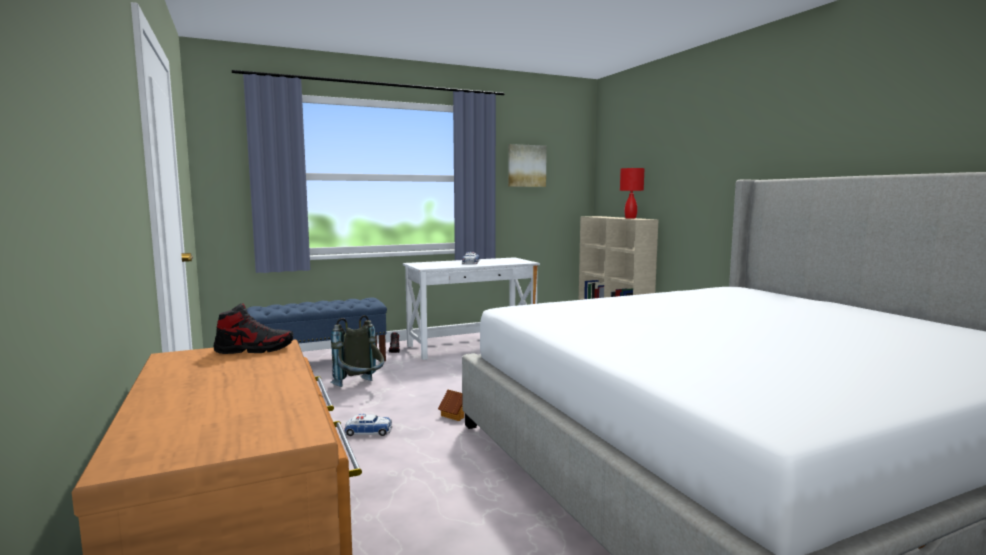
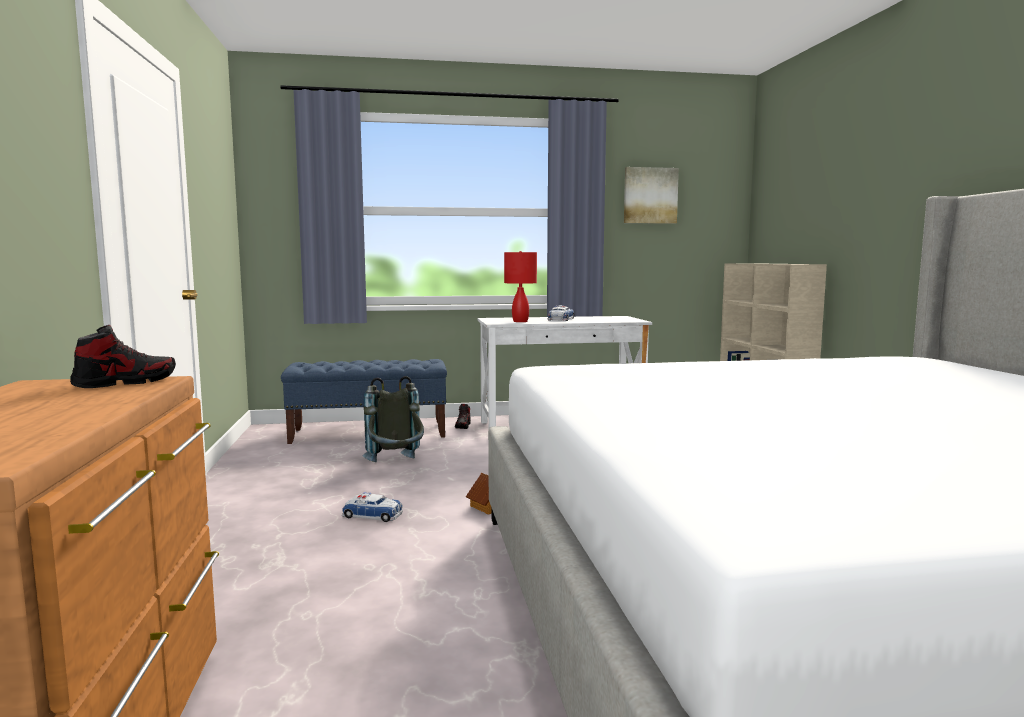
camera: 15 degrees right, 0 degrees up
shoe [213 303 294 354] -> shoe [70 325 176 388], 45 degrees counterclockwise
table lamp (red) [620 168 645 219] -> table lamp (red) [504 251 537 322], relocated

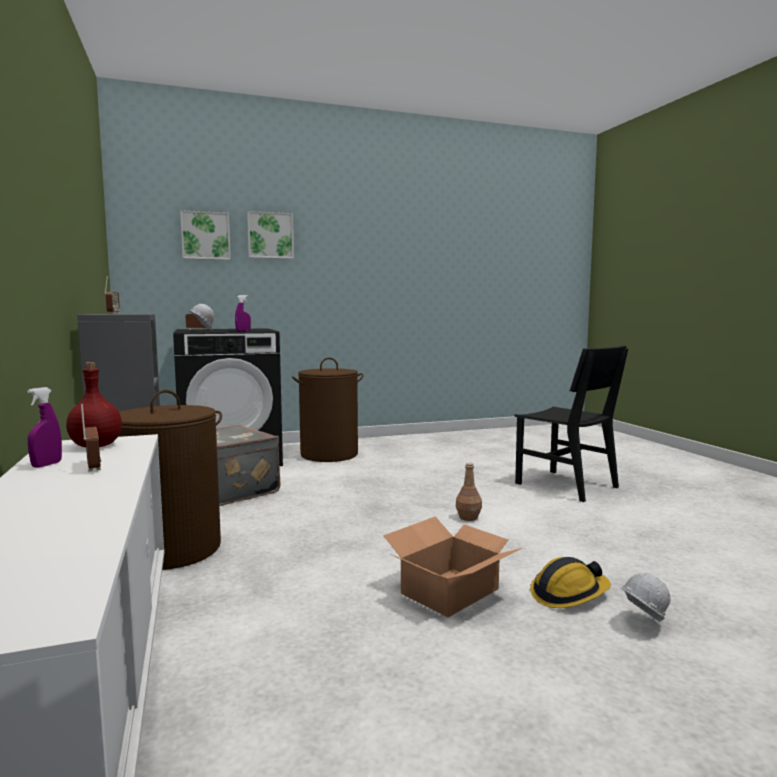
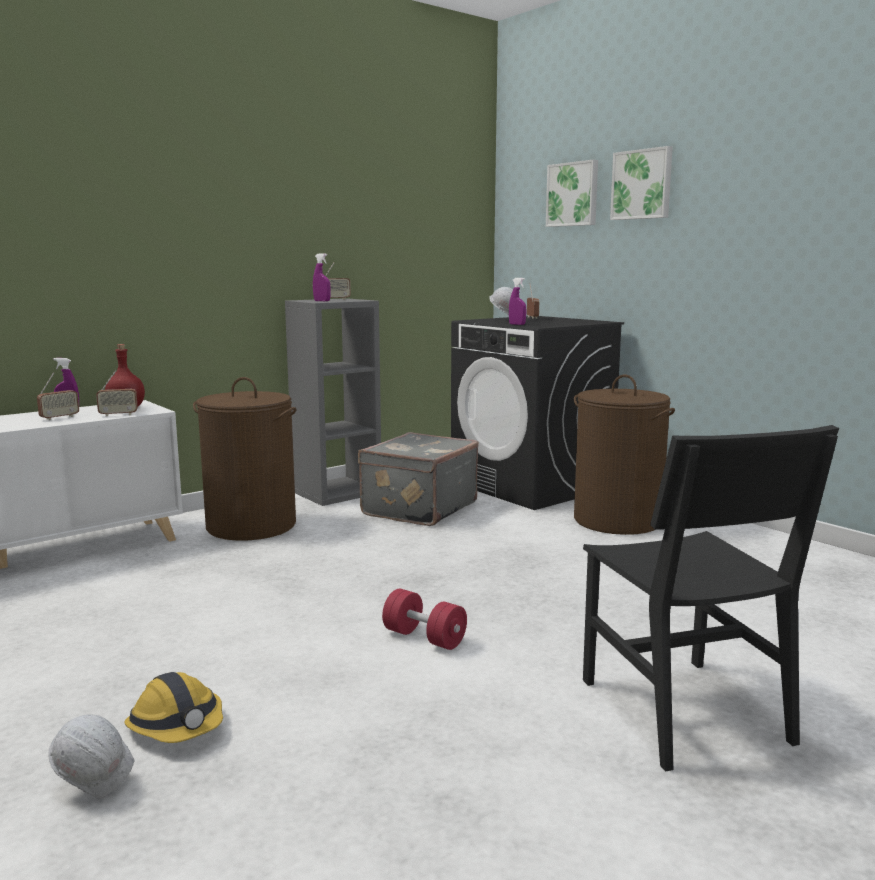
camera: 70 degrees right, 5 degrees up
none -> radio [96 370 138 417]
none -> spray bottle (purple) [313 253 331 301]
bottle (brown) [456 462 482 521] -> dumbbell (red) [382 589 467 650]
chair (black) [514 345 628 502] -> chair (black) [583 425 839 772], 45 degrees counterclockwise
cardboard box [383 517 522 617] -> none

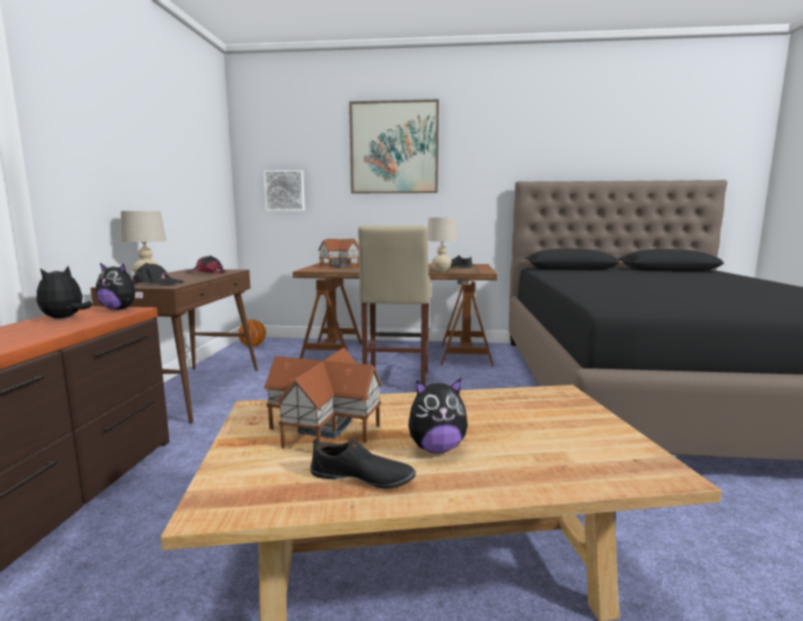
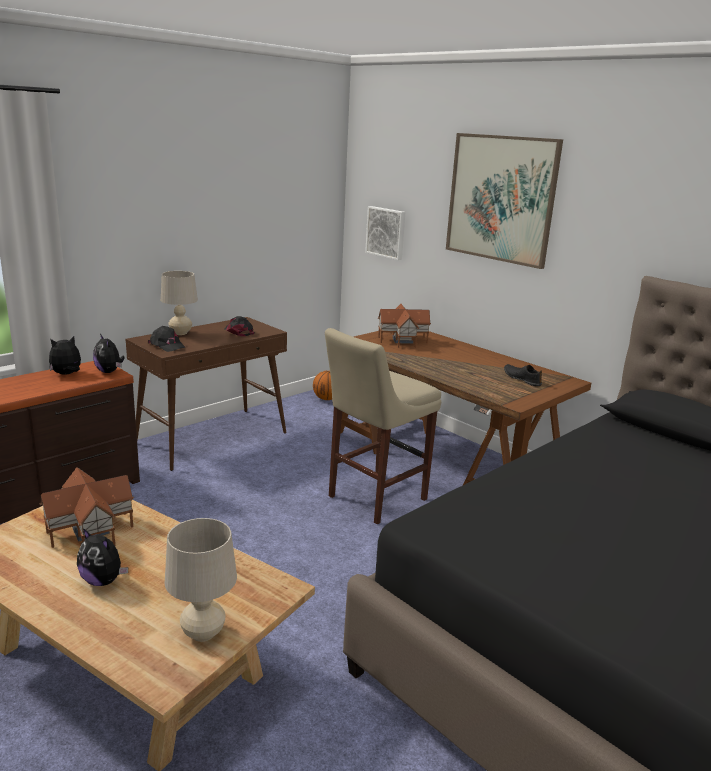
camera: 40 degrees right, 10 degrees up
table lamp (beige) [427 217 458 271] -> table lamp (beige) [164 518 237 642], relocated
shoe (black) [310 437 416 489] -> none

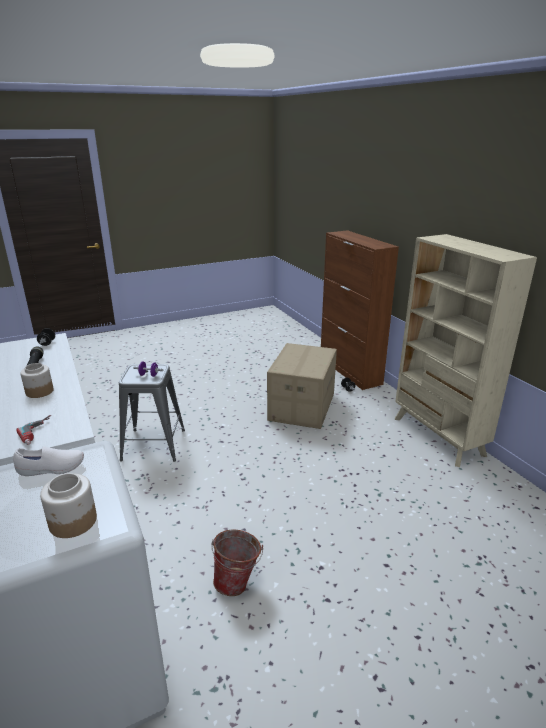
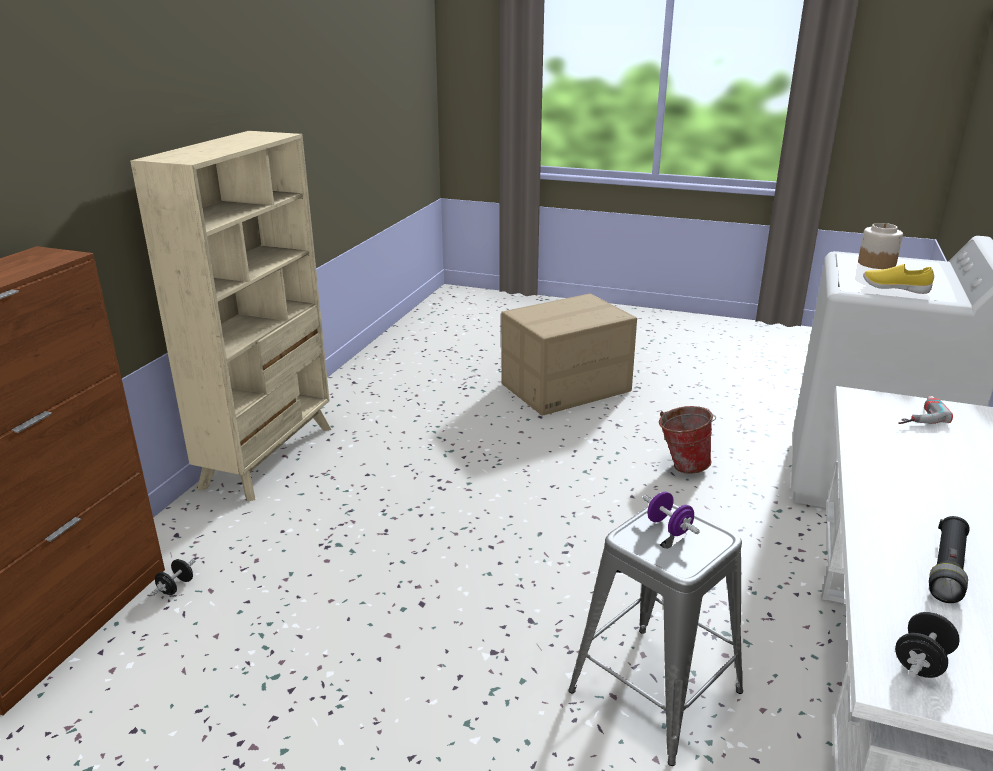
camera: 135 degrees left, 0 degrees up
cardboard box [267 343 337 429] -> cardboard box [501 294 637 416], relocated
shoe (white) [13 446 84 476] -> shoe (yellow) [863 264 934 294]
jar [20 363 54 398] -> none

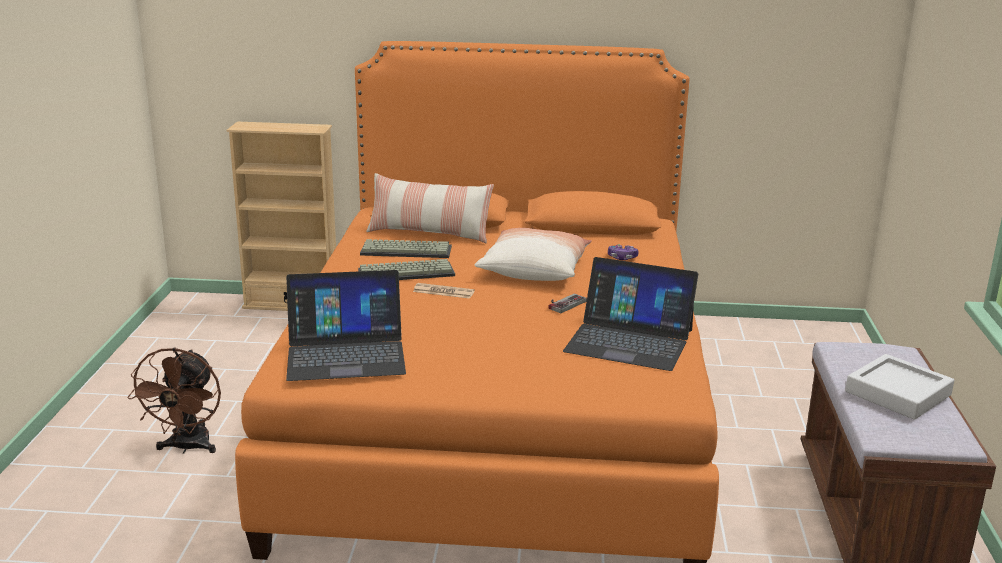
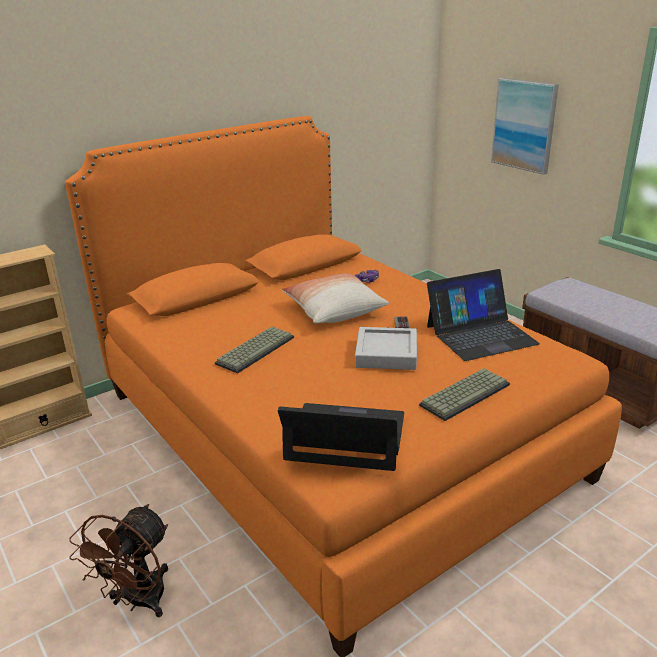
camera: 40 degrees left, 5 degrees up
fan (brown) [127 348 221 454] -> fan (brown) [69 504 168 618], 60 degrees clockwise
laptop [286 270 406 381] -> laptop [278 403 404 471], 120 degrees counterclockwise
tray (grey) [845 354 954 420] -> tray (grey) [355 327 417 370], relocated
keyboard [360 239 452 258] -> keyboard [419 368 510 421], relocated
none -> picture [491 78 559 175]
pillow [366 173 494 243] -> none
newspaper [413 283 475 299] -> none

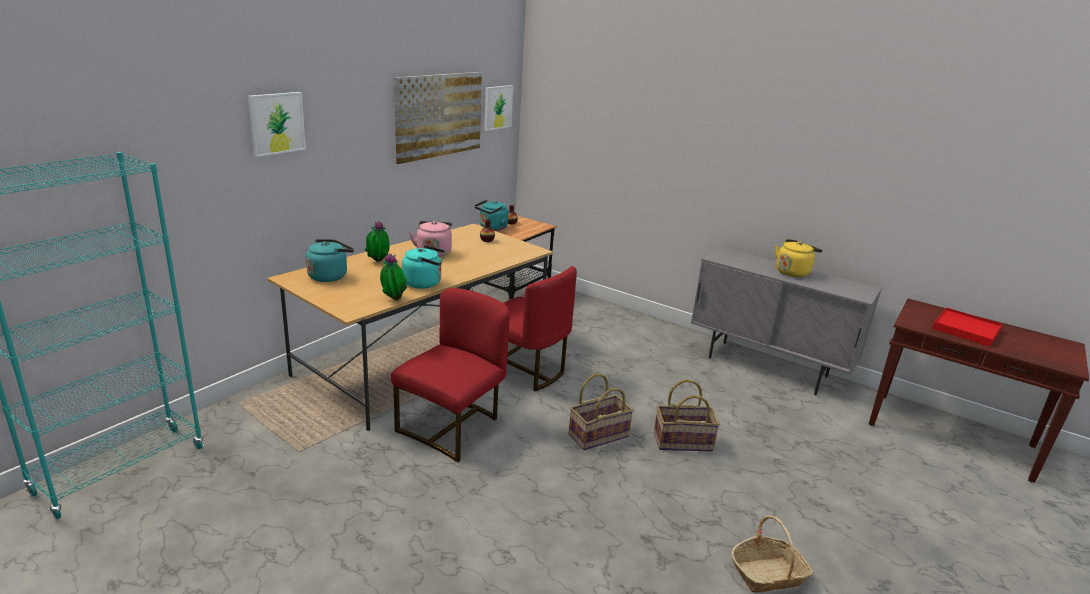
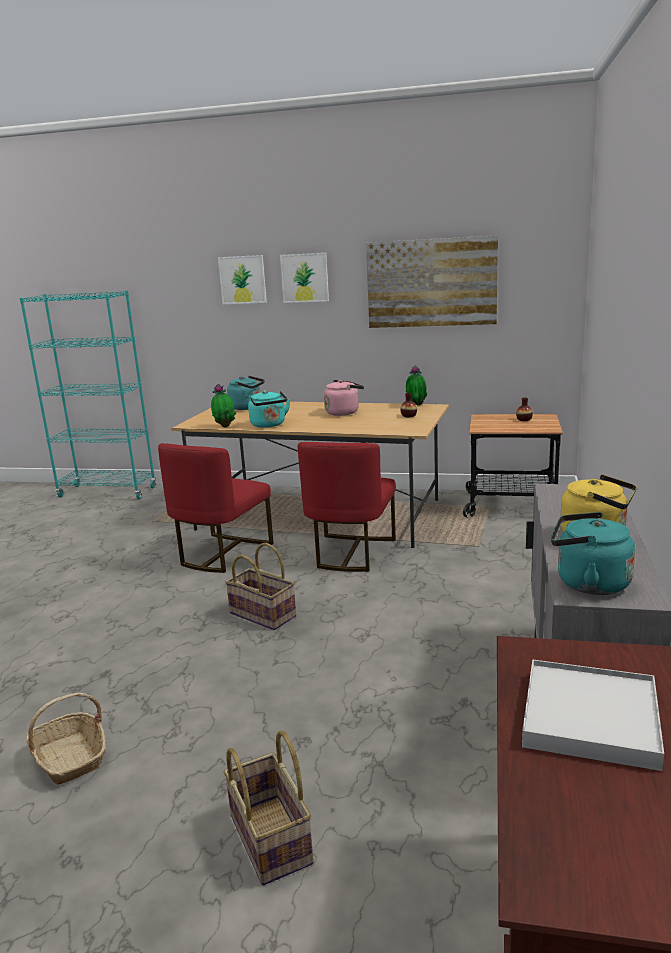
camera: 70 degrees right, 5 degrees down
chair (red) [391 288 509 462] -> chair (red) [158 443 274 573], 105 degrees clockwise
basket [654 379 720 452] -> basket [224 730 313 885], relocated
picture [484 85 513 131] -> picture [280 253 329 303], relocated
potted plant [365 221 390 262] -> potted plant [406 365 427 405], relocated
tray (red) [932 308 1002 347] -> tray (white) [522 660 664 771]
kettle (turquoise) [474 200 509 231] -> kettle (turquoise) [551 512 635 595], relocated

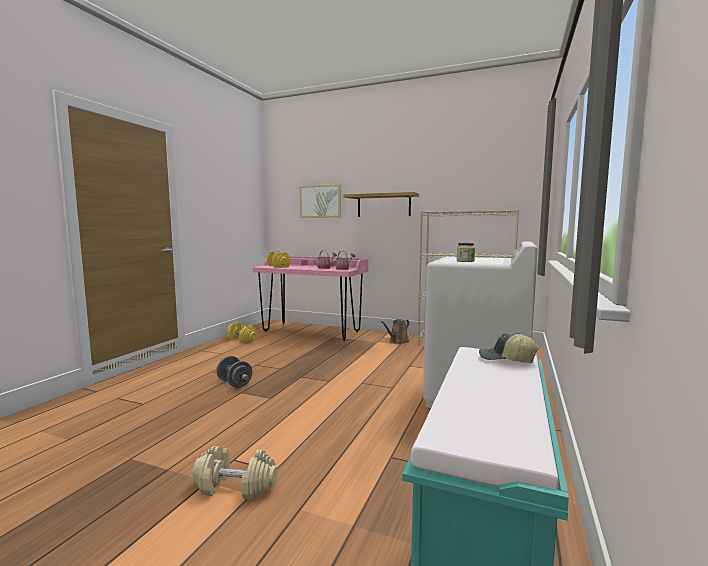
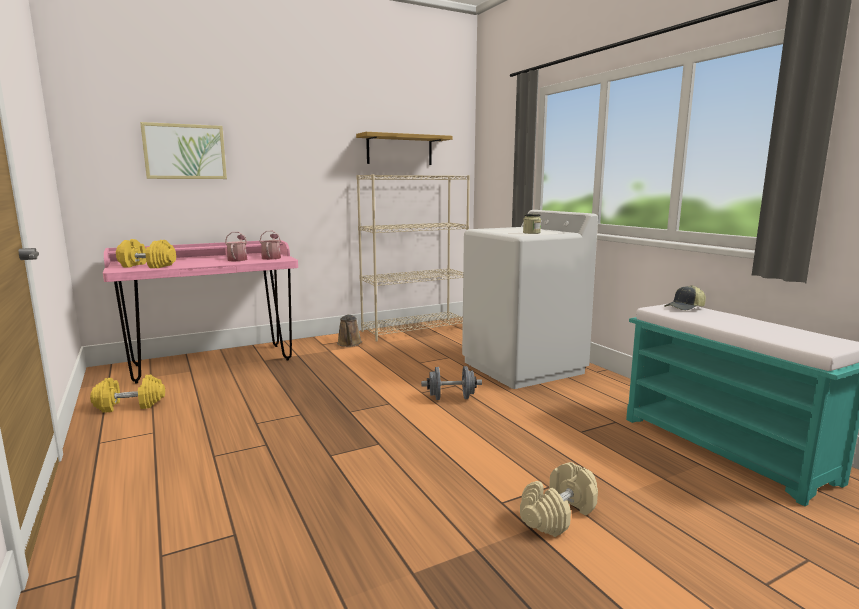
camera: 50 degrees left, 5 degrees up
shelf [343 192 419 217] -> shelf [356 132 452 165], relocated
dumbbell (grey) [216 356 252 388] -> dumbbell (grey) [421 366 482 400], relocated

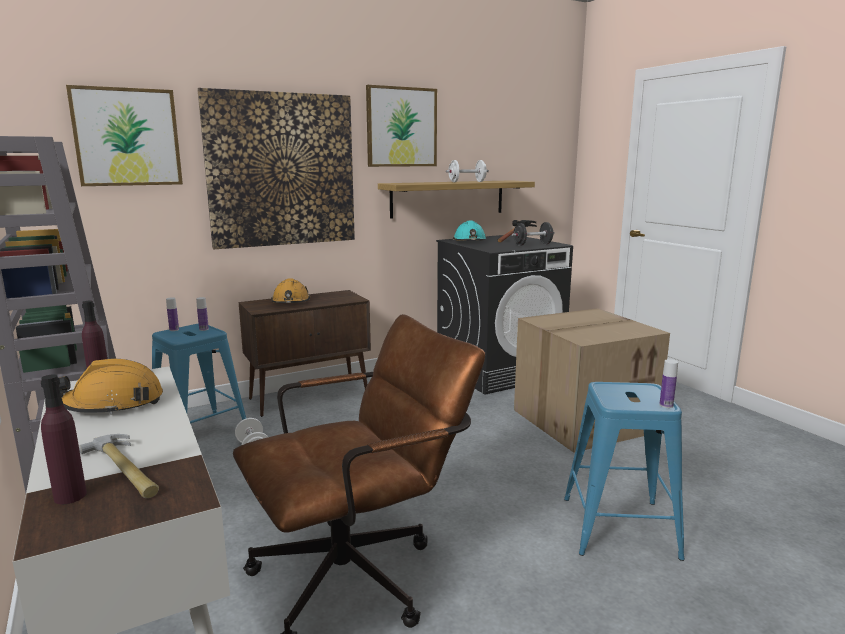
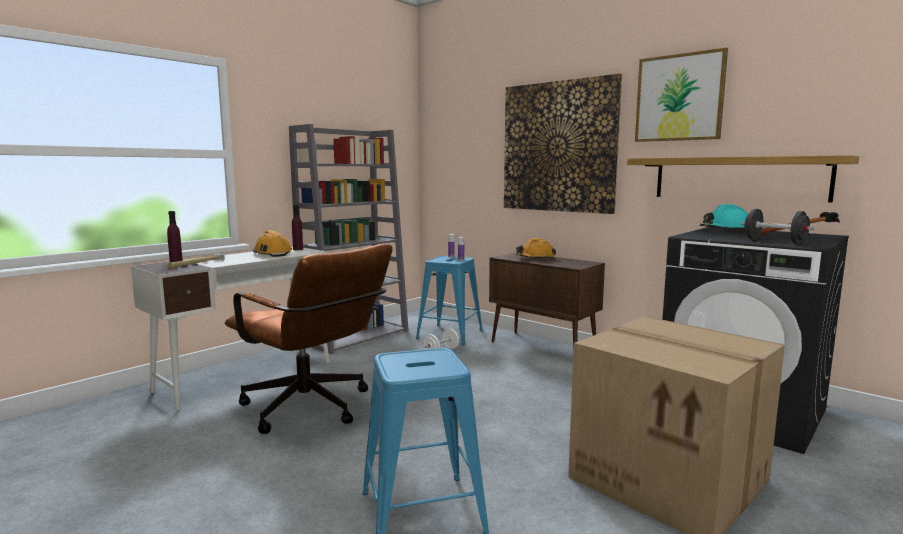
camera: 70 degrees right, 5 degrees down
picture [66 85 183 186] -> none
dumbbell (white) [446 160 489 182] -> none
bottle [659 359 678 408] -> none

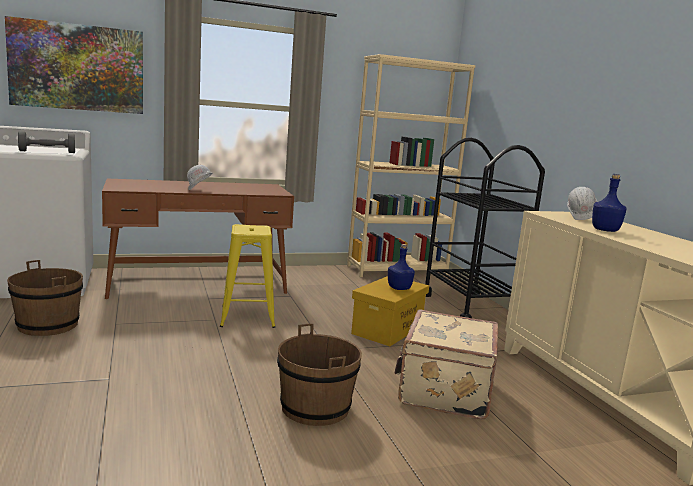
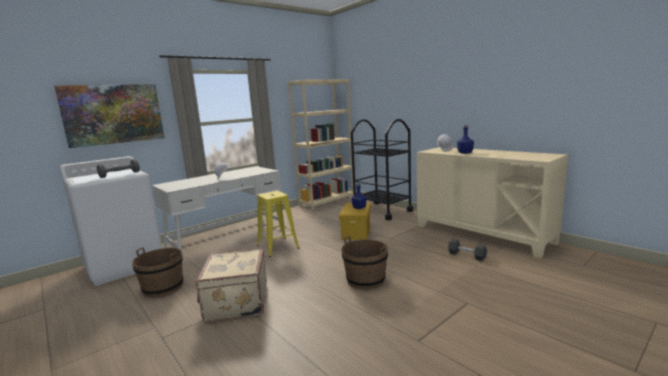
camera: 20 degrees left, 0 degrees up
desk (brown) [102 179 294 299] -> desk (white) [152 166 281 251]
suitcase (beige) [395 310 498 420] -> suitcase (beige) [196 248 267 322], relocated
none -> dumbbell (black) [448 239 487 261]

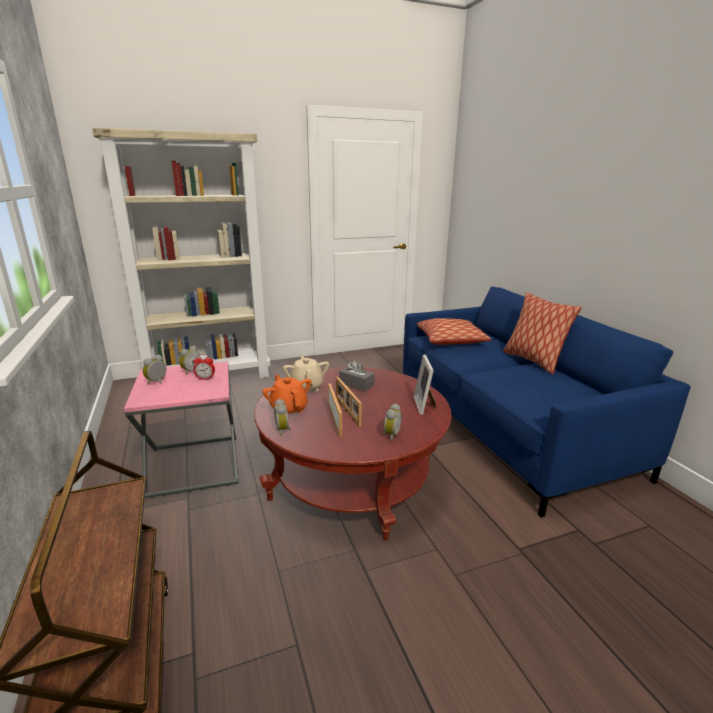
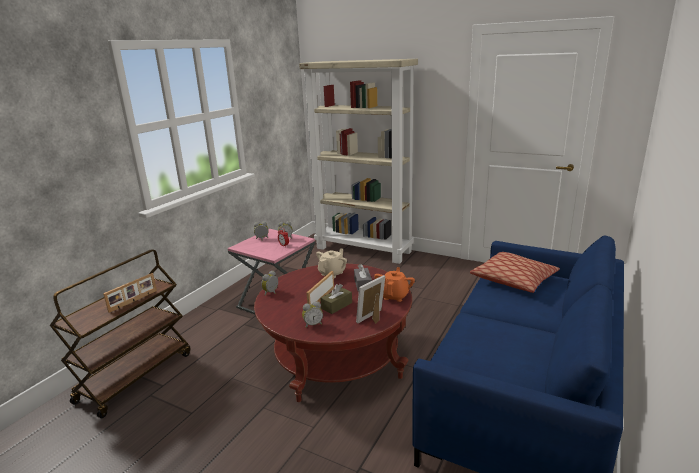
camera: 50 degrees right, 0 degrees up
picture frame [328 383 342 438] -> picture frame [103 273 157 313], relocated
none -> tissue box (brown) [320 284 352 314]
teapot (orange) [262 375 311 414] -> teapot (orange) [374 267 415 302], relocated
pillow [503 292 581 374] -> none

